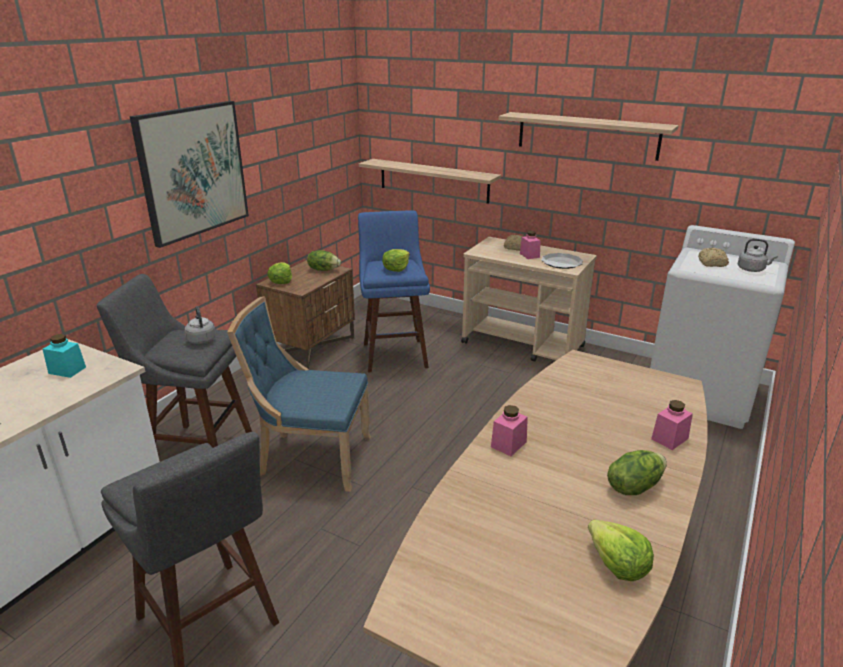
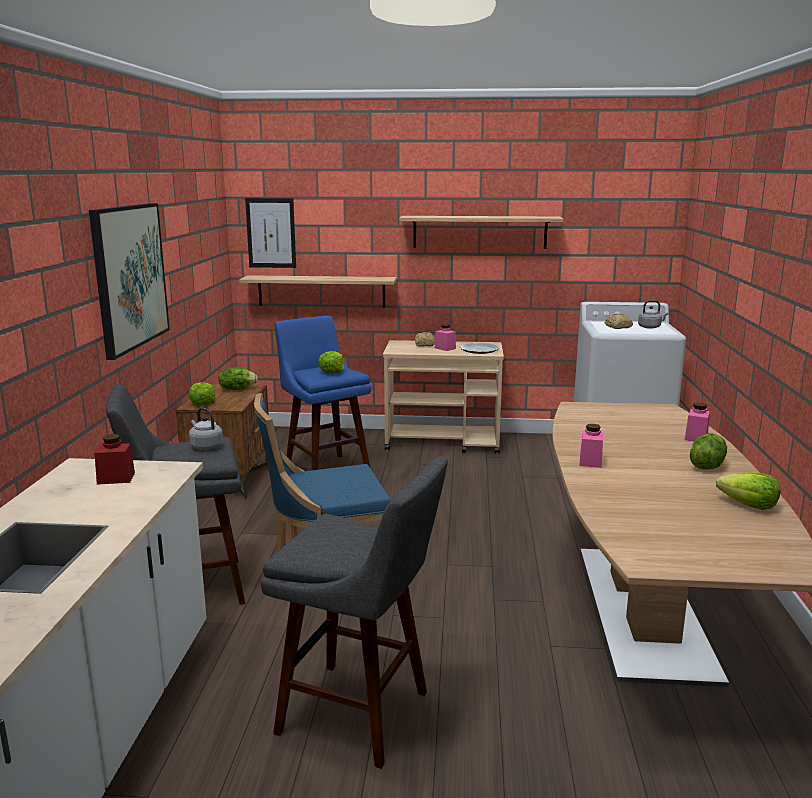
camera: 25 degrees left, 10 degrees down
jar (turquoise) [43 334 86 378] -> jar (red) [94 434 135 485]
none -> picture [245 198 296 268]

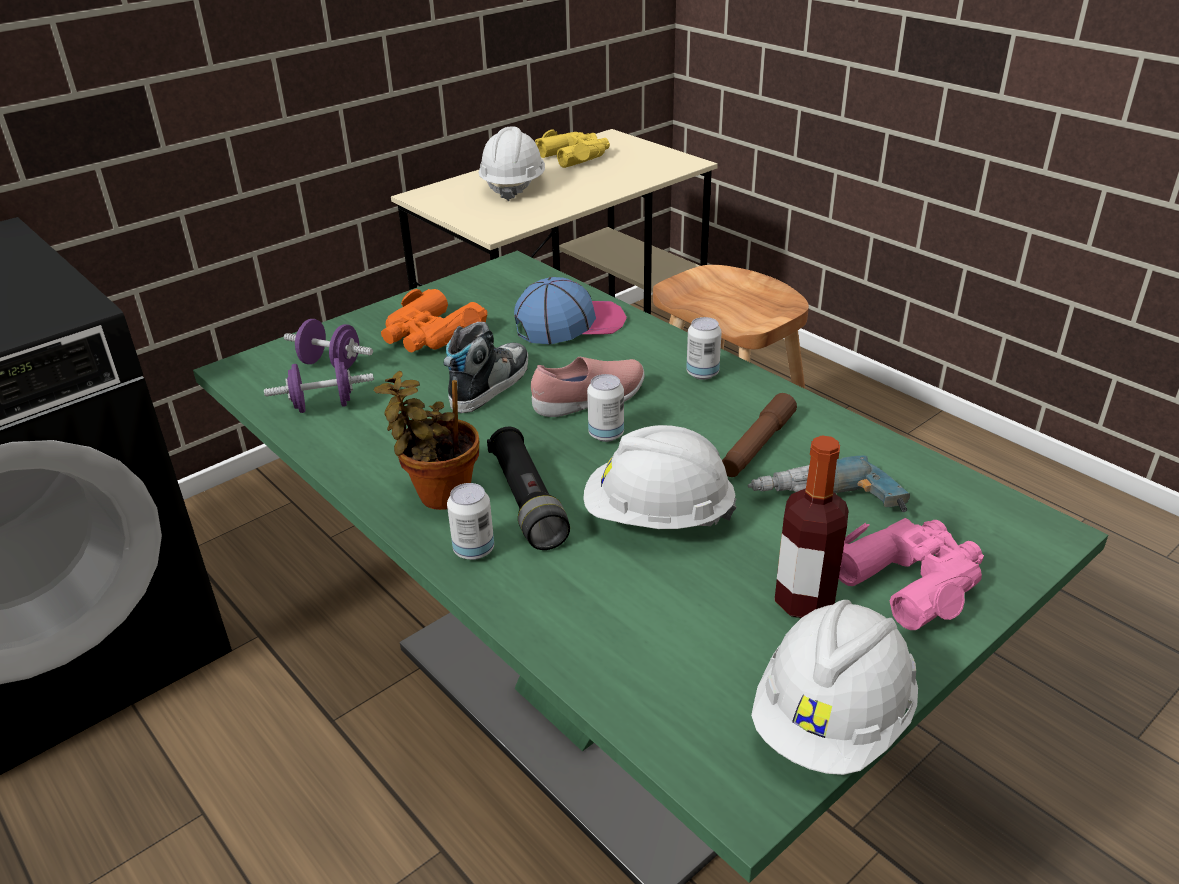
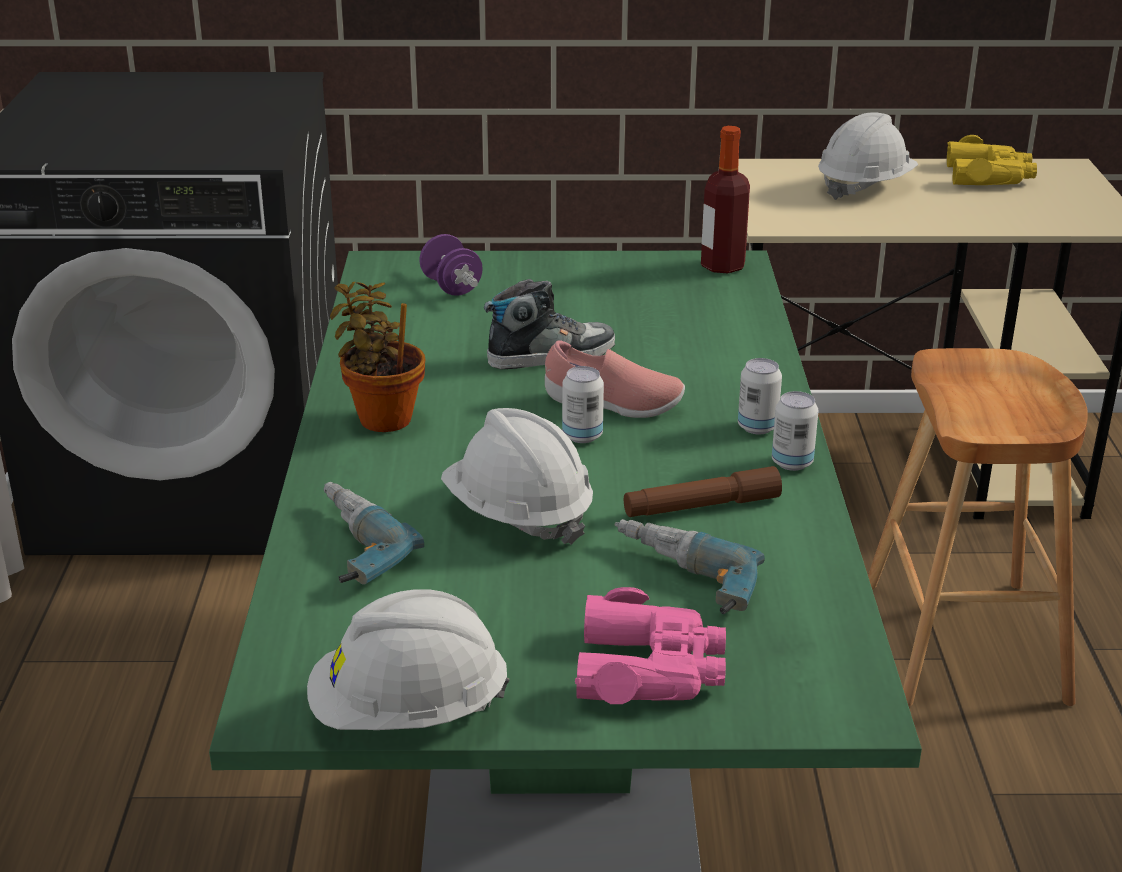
camera: 40 degrees right, 5 degrees down
none -> power drill [324 482 424 585]
bottle [774 436 849 618] -> bottle [701 126 750 273], relocated
can [447 483 494 560] -> can [772 391 819 471], relocated
dumbbell (purple) [264 358 374 413] -> none
binoculars (orange) [381 289 488 352] -> none
flashlight (black) [487 427 570 550] -> none
cap [514 277 627 344] -> none

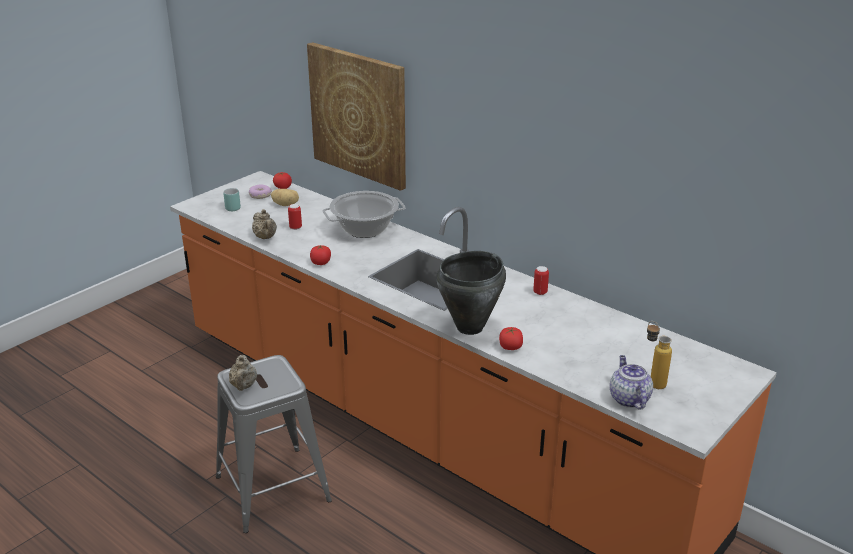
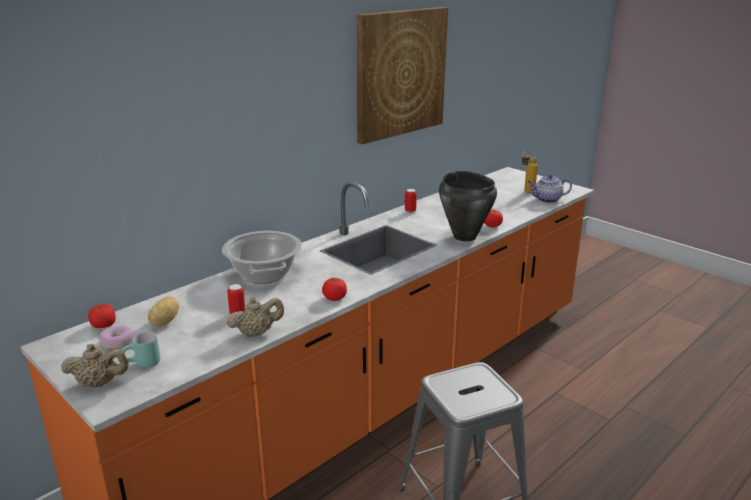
camera: 85 degrees left, 5 degrees down
teapot (beige) [229 355 257 391] -> teapot (beige) [61 344 129 387], relocated
picture [307 42 406 191] -> picture [357 7 448 144], relocated

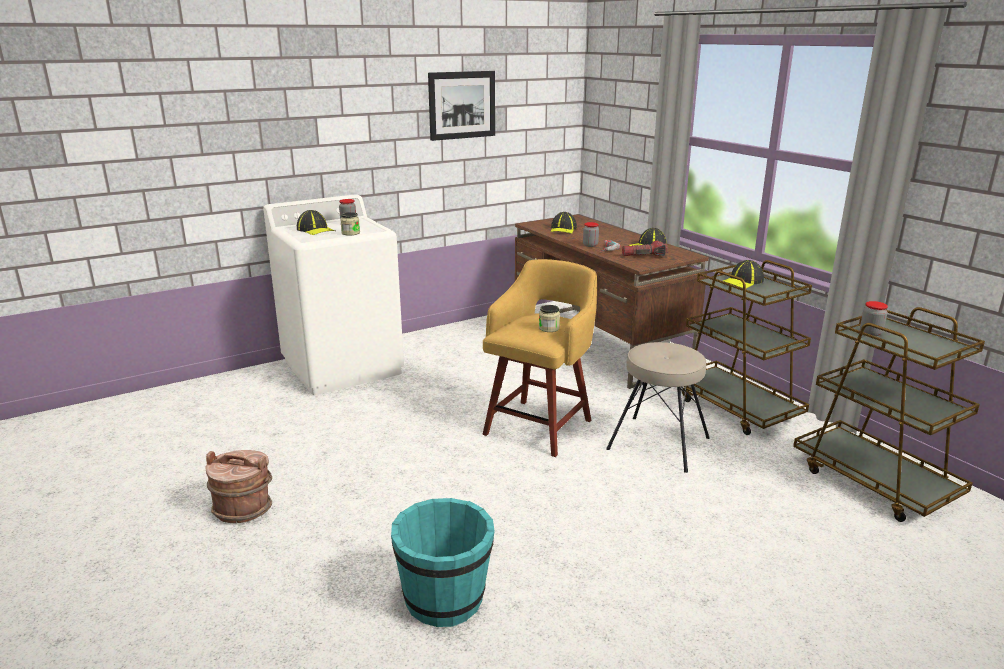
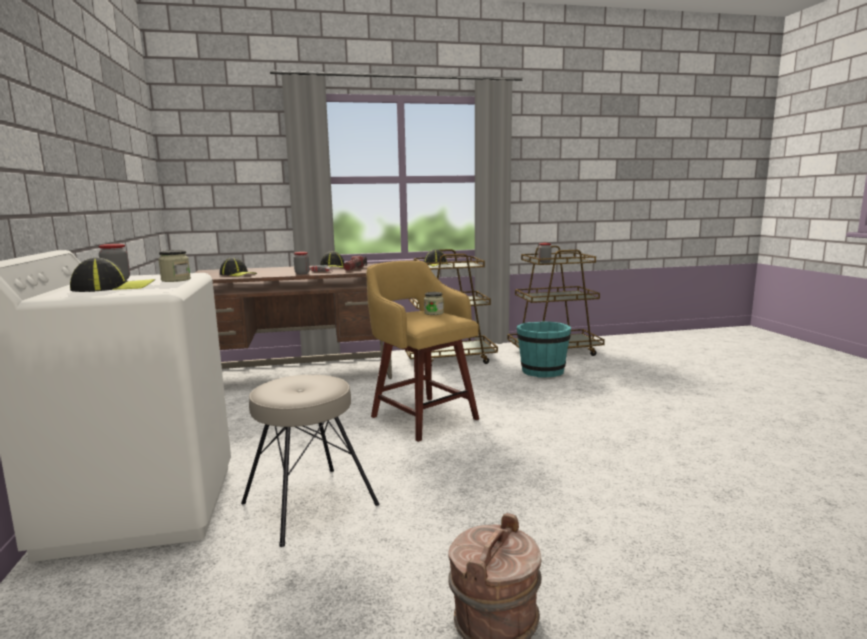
camera: 70 degrees left, 10 degrees down
stool (beige) [606 342 710 473] -> stool (beige) [241 375 379 547], relocated
bucket (turquoise) [391 498 495 627] -> bucket (turquoise) [517 321 571 378], relocated
picture [428 71 495 141] -> none

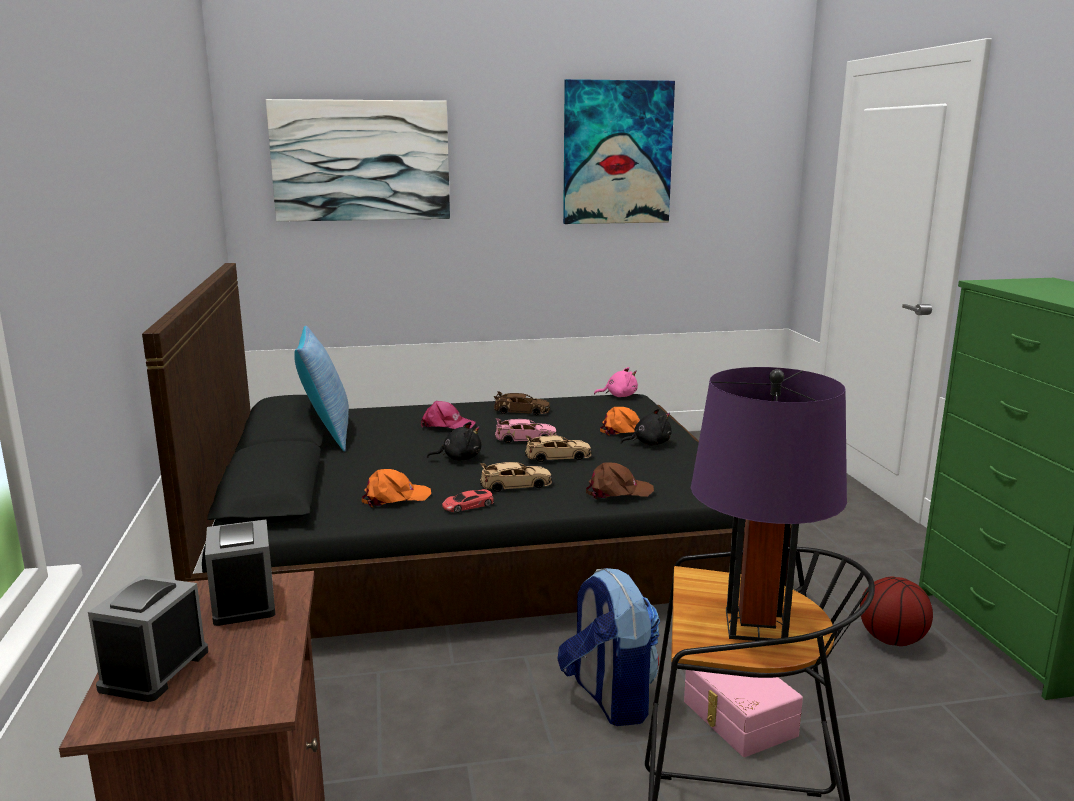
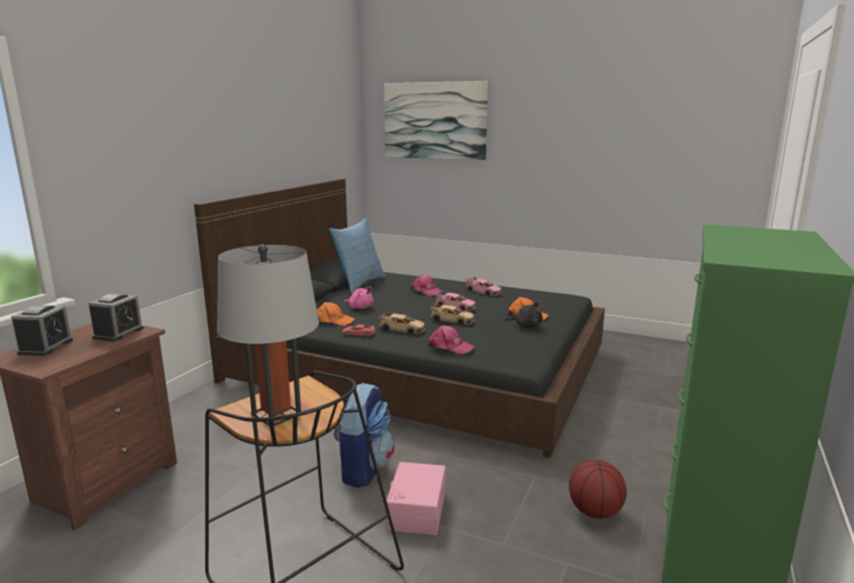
camera: 35 degrees right, 0 degrees up
alarm clock [88 575 208 702] -> alarm clock [11 305 73 356], 135 degrees clockwise
table lamp (purple) [691 367 847 641] -> table lamp (grey) [217 244 319 426]
plush toy (pink) [594 367 638 397] -> plush toy (pink) [344 286 374 309], relocated
cap (brown) [586 462 654 499] -> cap (pink) [427 325 474 354]
toy car (brown) [494 391 550 415] -> toy car (pink) [466 276 502 296]
plush toy (black) [427 422 481 461] -> none
picture [563 79 675 224] -> none

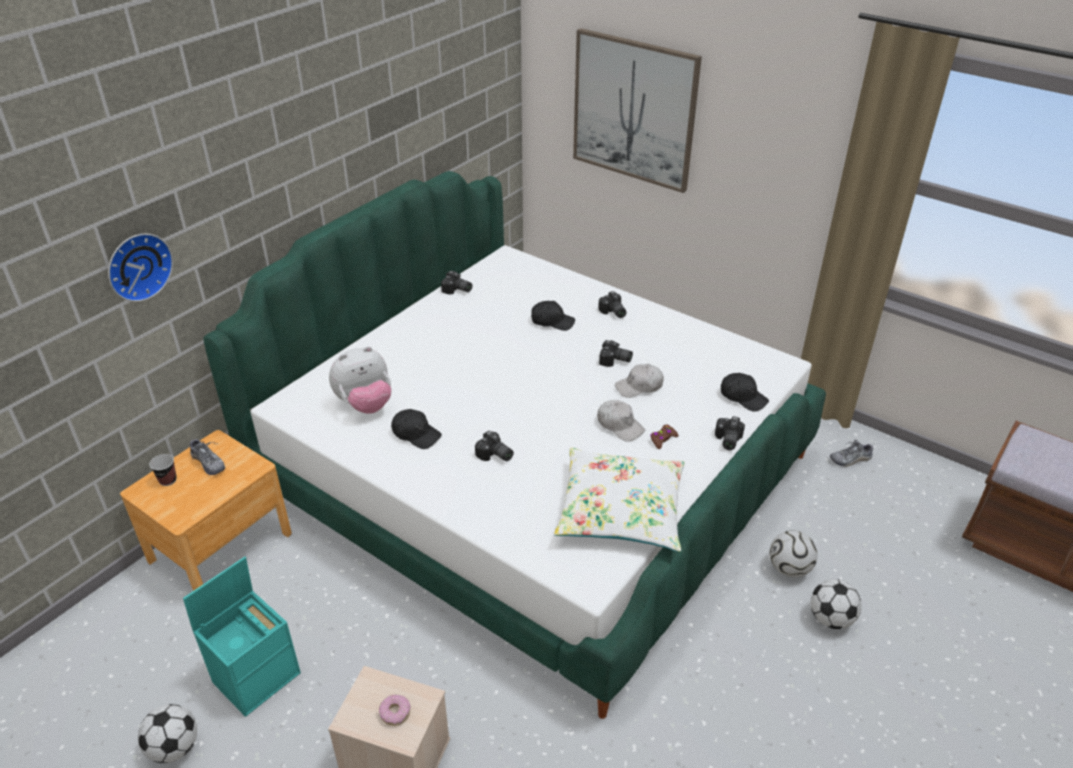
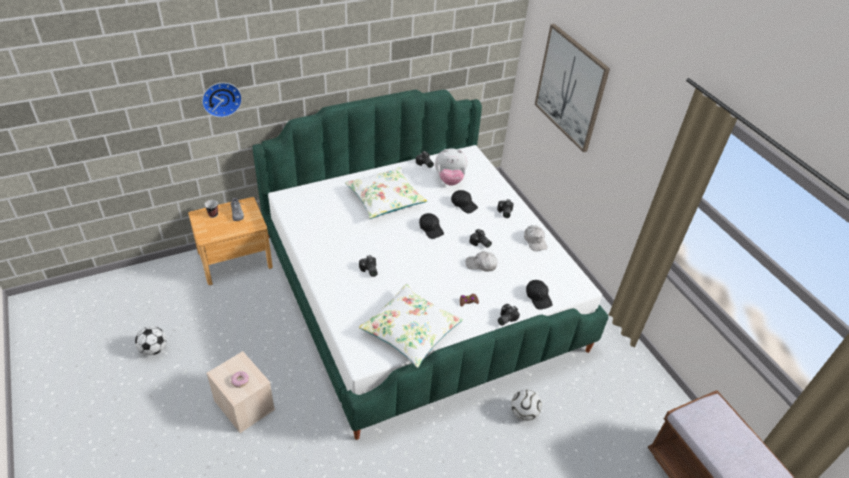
camera: 25 degrees right, 5 degrees up
none -> pillow (white) [345 167 427 219]
cap (black) [391 409 442 449] -> cap (black) [419 213 444 239], relocated
plush toy [329 346 391 414] -> plush toy [435 148 467 186], relocated
cap (white) [597 400 645 442] -> cap (white) [524 225 547 251], relocated
storage box (turquoise) [183 557 301 717] -> none
football [811 579 861 629] -> none
shoe [830 440 873 467] -> none

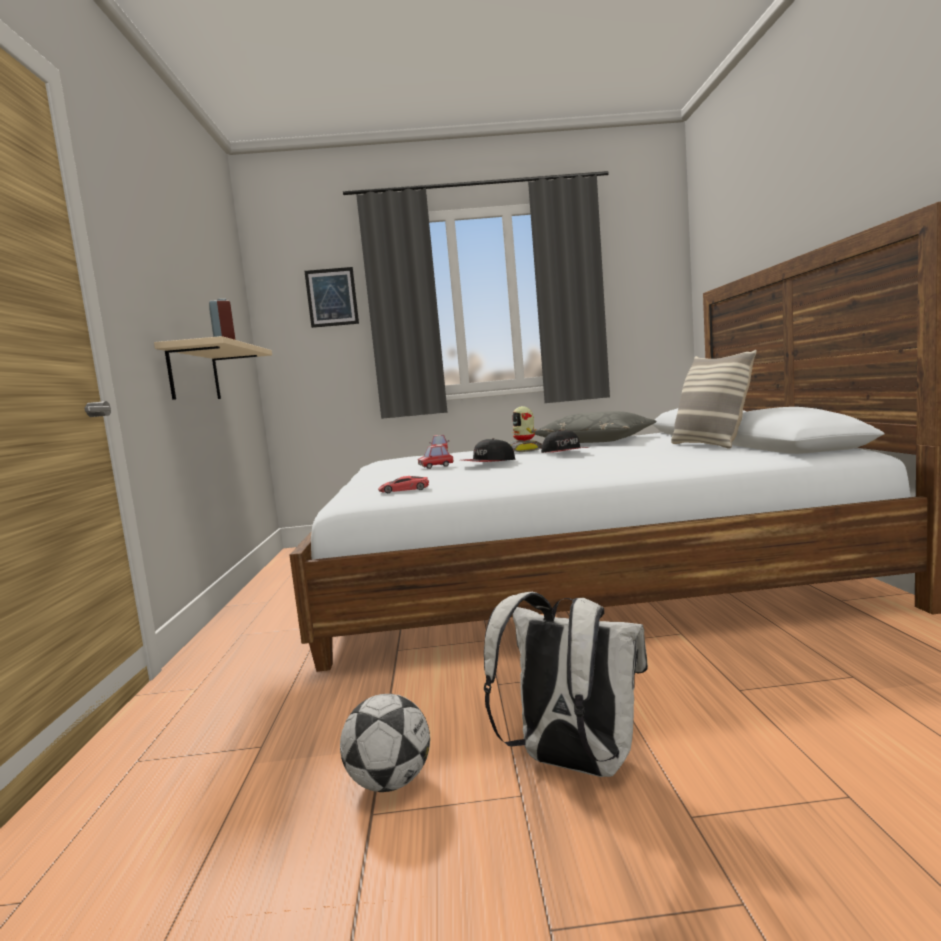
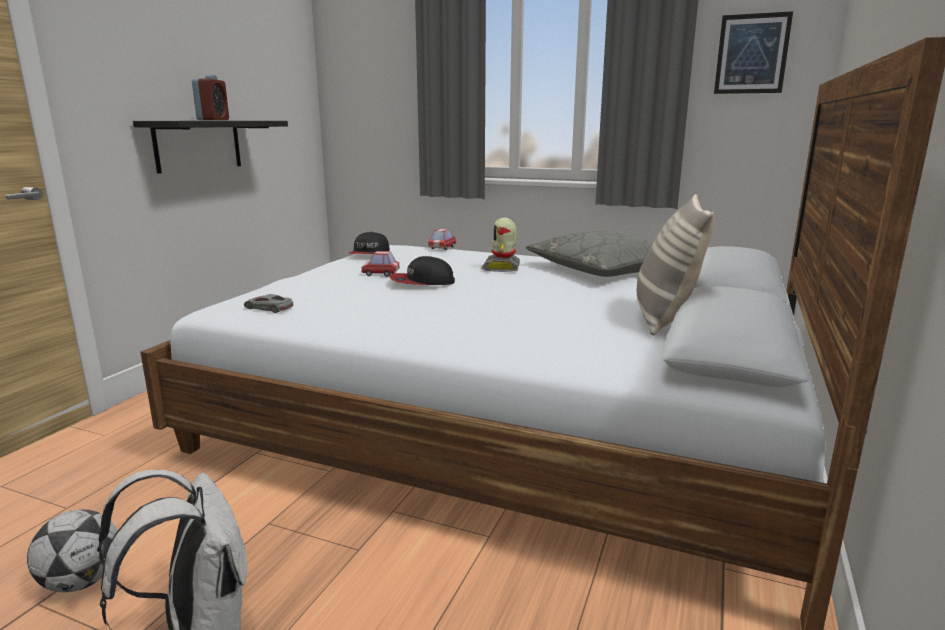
camera: 25 degrees right, 10 degrees up
shelf (beige) [154 336 272 400] -> shelf (black) [133 121 288 173]
toy car (red) [378 476 429 493] -> toy car (grey) [244 294 293 313]
cap [541 430 590 453] -> cap [349 231 390 254], relocated
picture [304 267 359 328] -> picture [714 11 793 94], relocated

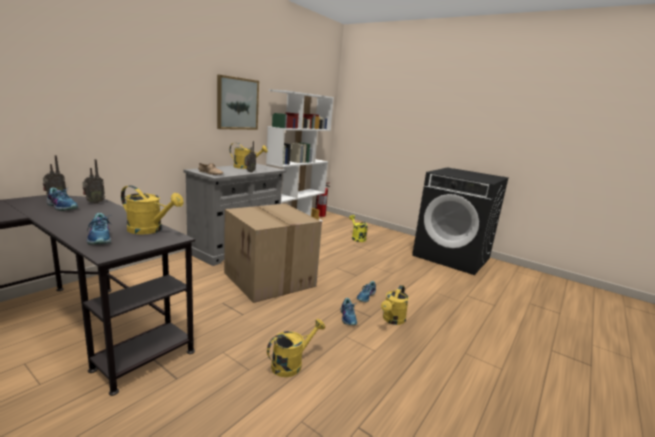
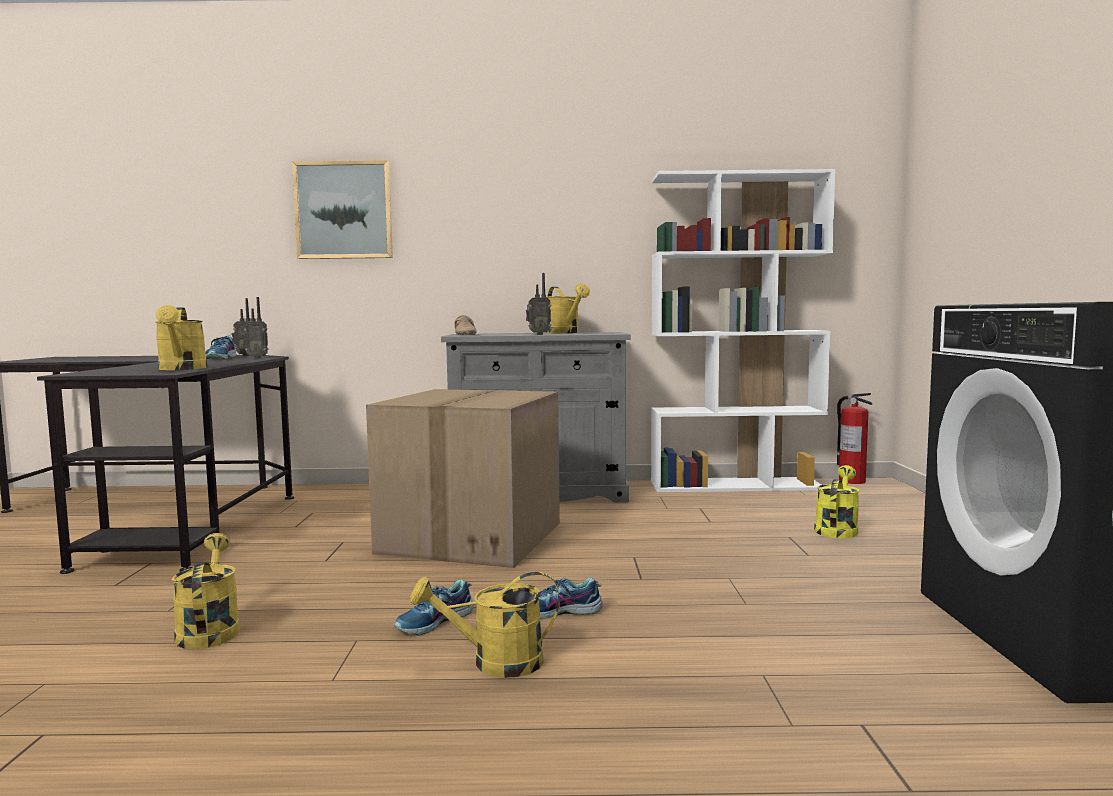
camera: 55 degrees right, 10 degrees down
watering can (yellow) [267 319 325 377] -> watering can (yellow) [172 533 240 649], 120 degrees counterclockwise
picture [217 75 259 130] -> picture [292 160 393 259], relocated
shoe [86 213 111 245] -> none

